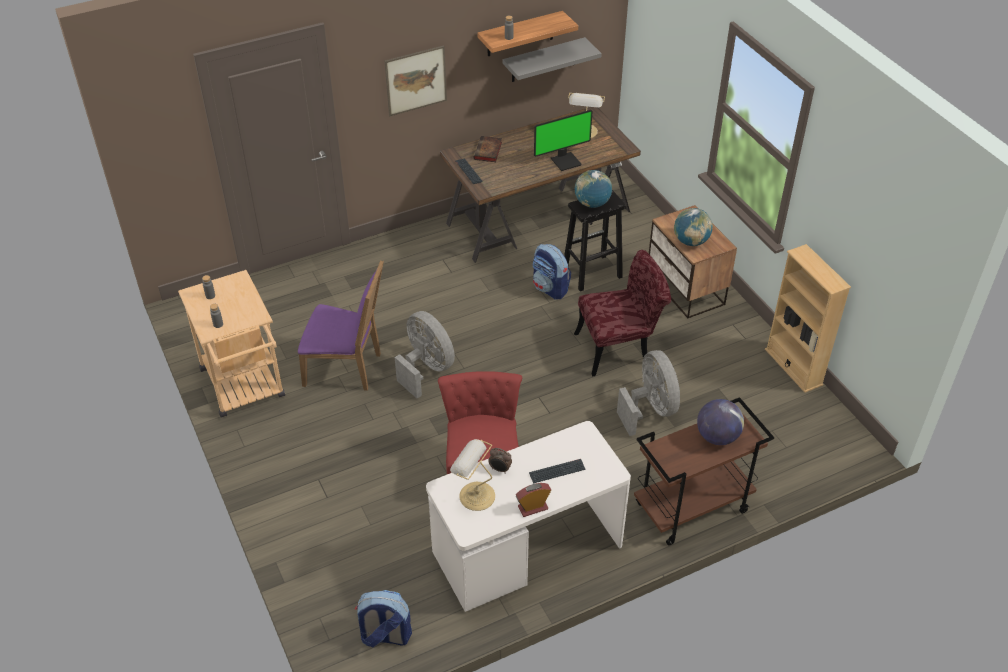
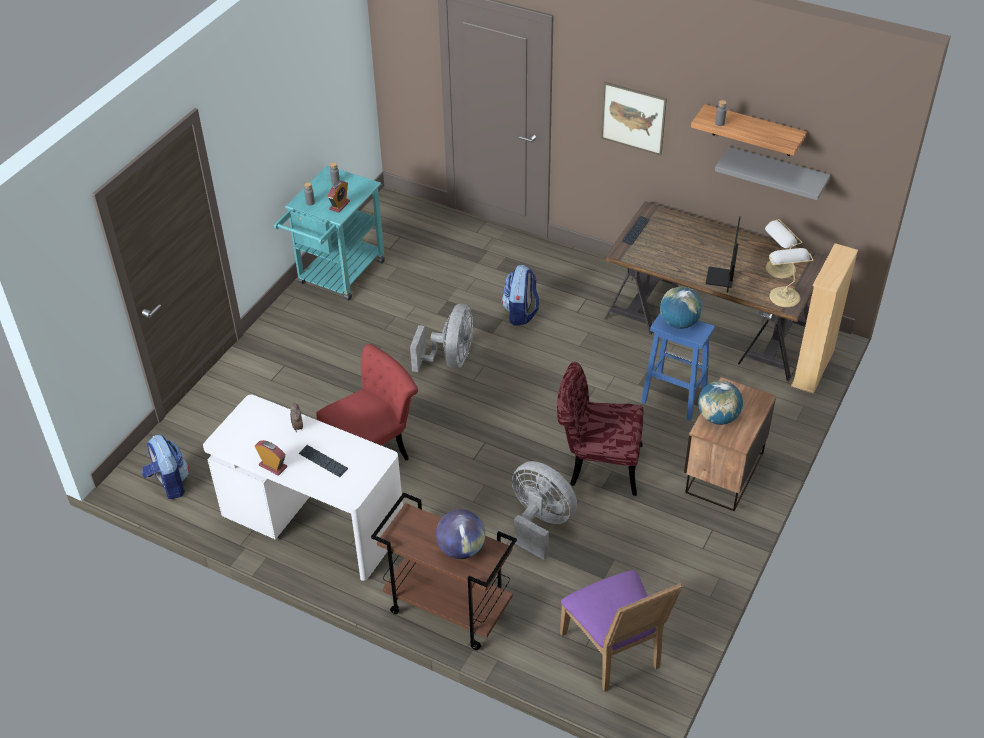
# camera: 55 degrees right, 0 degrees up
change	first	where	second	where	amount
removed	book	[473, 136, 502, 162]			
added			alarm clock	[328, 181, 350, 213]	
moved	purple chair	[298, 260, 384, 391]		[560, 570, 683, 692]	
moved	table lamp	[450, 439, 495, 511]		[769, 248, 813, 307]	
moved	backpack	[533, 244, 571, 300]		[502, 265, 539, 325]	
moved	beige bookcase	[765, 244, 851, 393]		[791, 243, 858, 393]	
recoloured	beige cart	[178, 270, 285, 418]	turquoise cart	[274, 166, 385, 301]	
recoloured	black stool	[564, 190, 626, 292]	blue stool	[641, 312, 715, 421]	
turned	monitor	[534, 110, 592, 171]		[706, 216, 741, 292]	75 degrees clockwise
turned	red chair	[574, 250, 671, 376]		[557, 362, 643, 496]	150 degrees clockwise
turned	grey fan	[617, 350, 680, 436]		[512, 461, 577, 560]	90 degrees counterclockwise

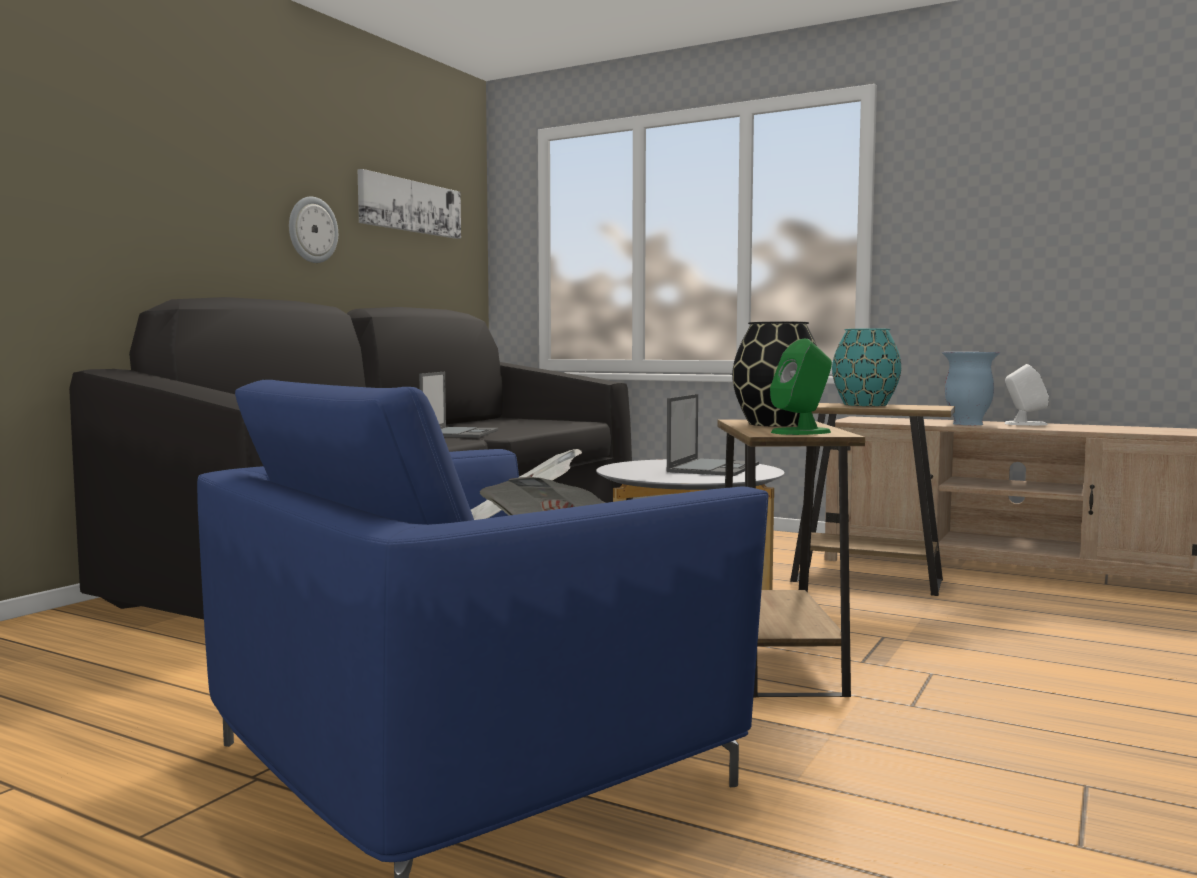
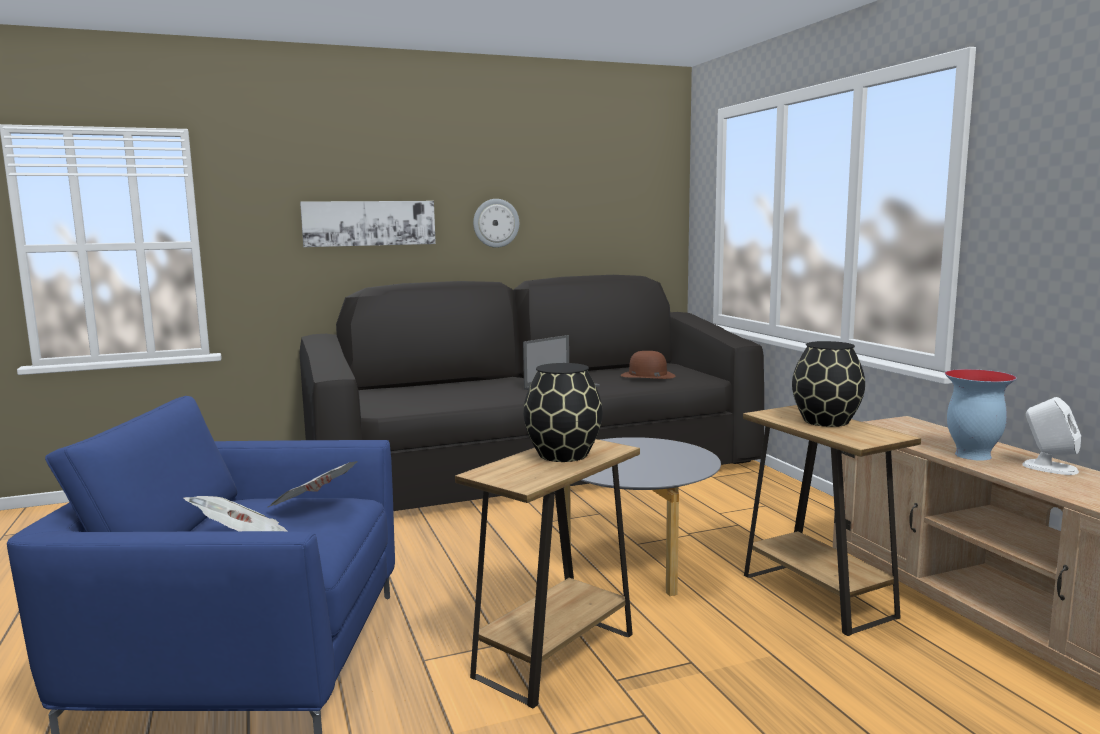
# camera: 40 degrees right, 5 degrees up
change	first	where	second	where	amount
removed	laptop	[667, 394, 759, 476]			
removed	green speaker	[770, 339, 832, 435]			
added			brown hat	[621, 351, 675, 379]	
moved	picture	[358, 169, 461, 239]		[300, 201, 436, 247]	
recoloured	turquoise vase	[832, 329, 901, 406]	black vase	[792, 341, 865, 427]	

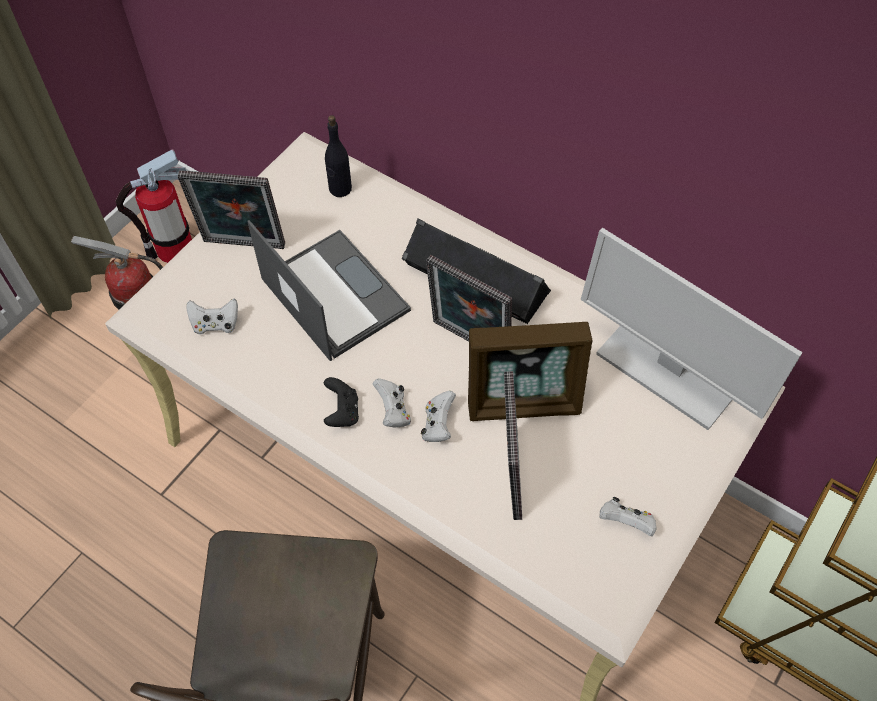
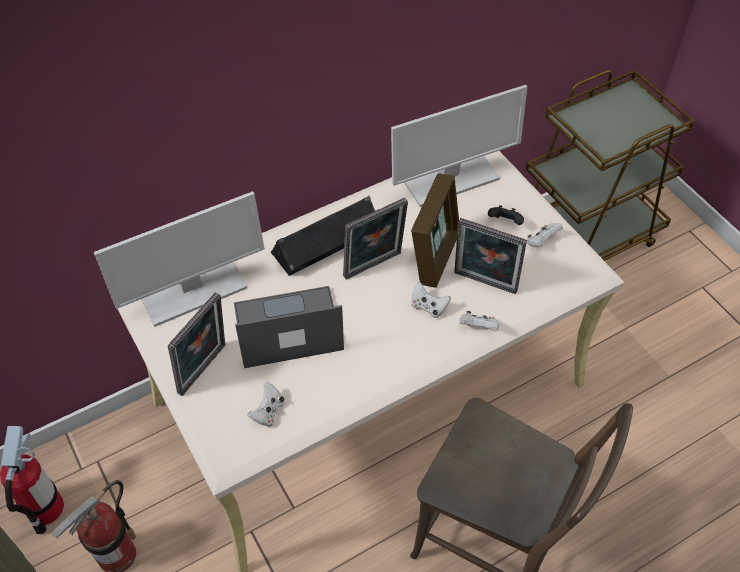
# camera: 65 degrees left, 5 degrees down
change	first	where	second	where	amount
moved	black game controller	[324, 377, 359, 427]		[488, 205, 524, 225]	
moved	white game controller	[373, 378, 411, 428]		[459, 311, 500, 330]	
replaced	black bottle	[325, 115, 352, 197]	monitor	[94, 191, 265, 327]	

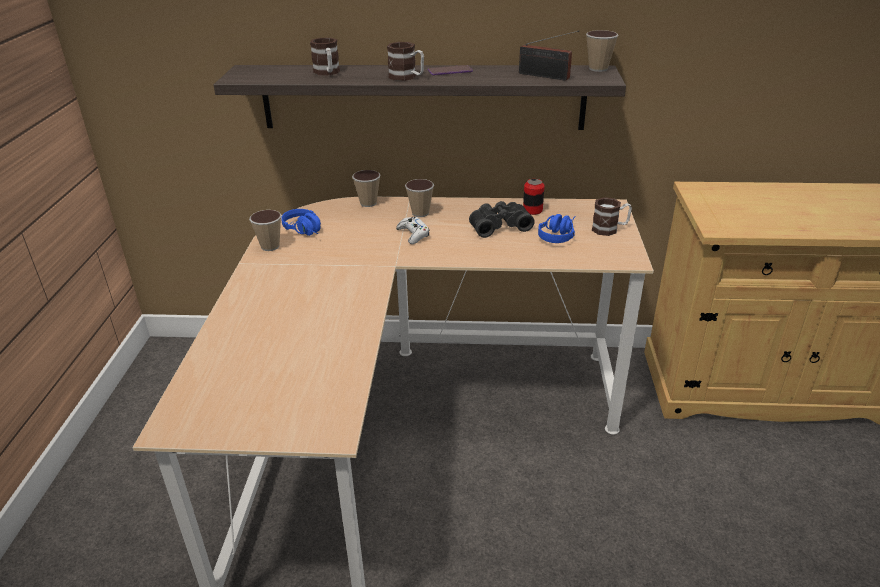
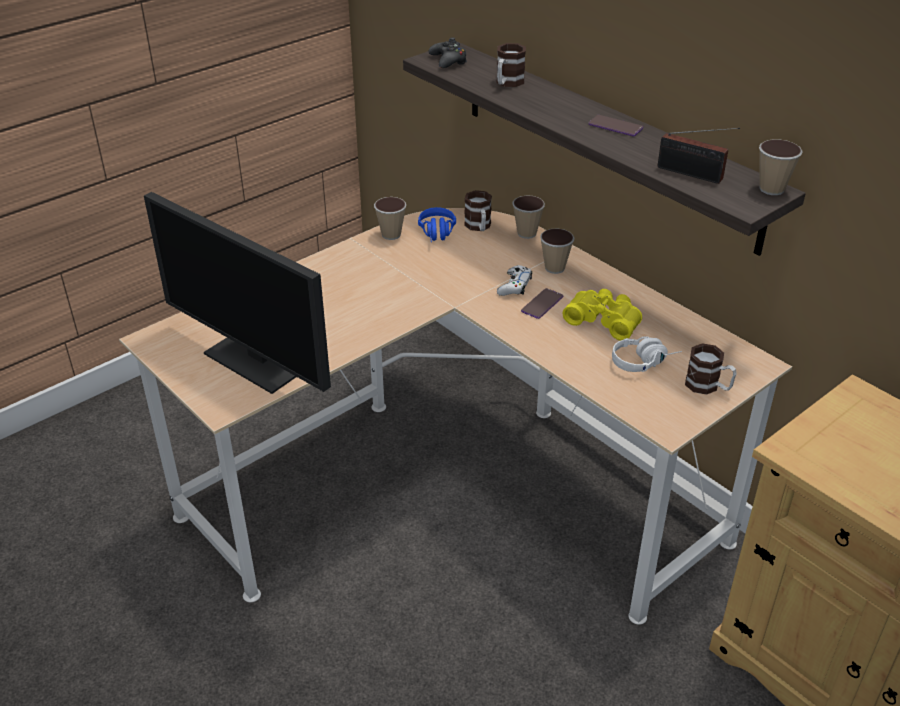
# camera: 45 degrees right, 5 degrees up
change	first	where	second	where	amount
removed	can	[523, 179, 545, 215]			
added			monitor	[144, 192, 331, 394]	
added			black game controller	[429, 37, 467, 68]	
added			phone	[521, 288, 563, 319]	
moved	mug	[387, 42, 424, 81]		[464, 190, 492, 231]	
recoloured	black binoculars	[469, 201, 535, 238]	yellow binoculars	[563, 289, 642, 341]	
recoloured	blue headphones	[538, 214, 575, 243]	white headphones	[612, 336, 682, 372]	
turned	radio	[519, 30, 579, 81]		[657, 128, 740, 184]	45 degrees counterclockwise

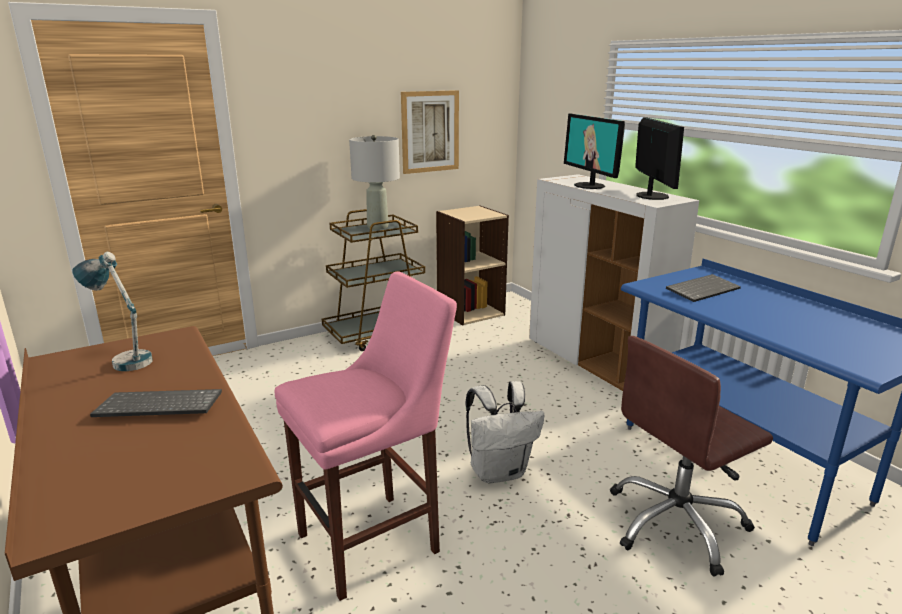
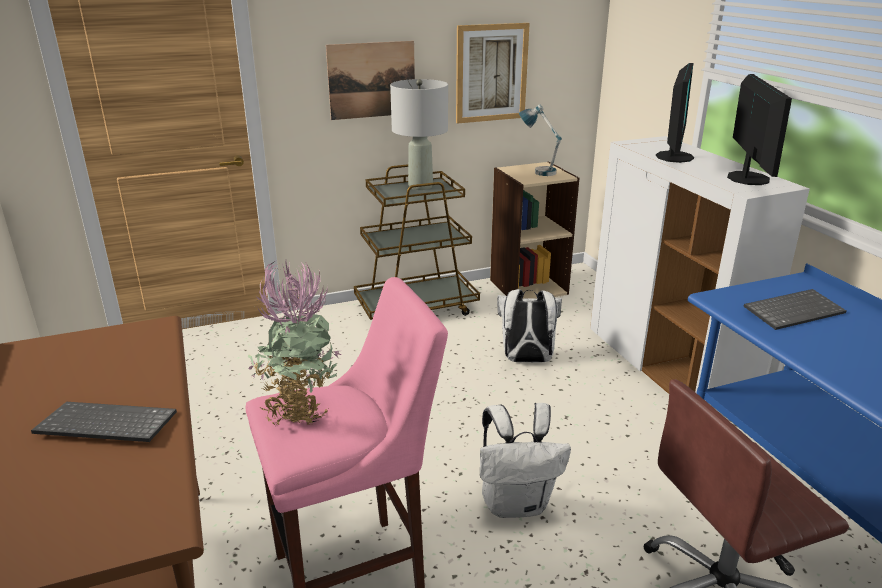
# camera: 10 degrees right, 5 degrees up
change	first	where	second	where	amount
added			potted plant	[248, 260, 341, 425]	
added			picture	[326, 41, 415, 120]	
added			white backpack	[497, 289, 562, 362]	
moved	table lamp	[72, 252, 152, 371]		[519, 104, 562, 176]	
turned	monitor	[564, 114, 625, 189]		[656, 63, 694, 163]	150 degrees counterclockwise

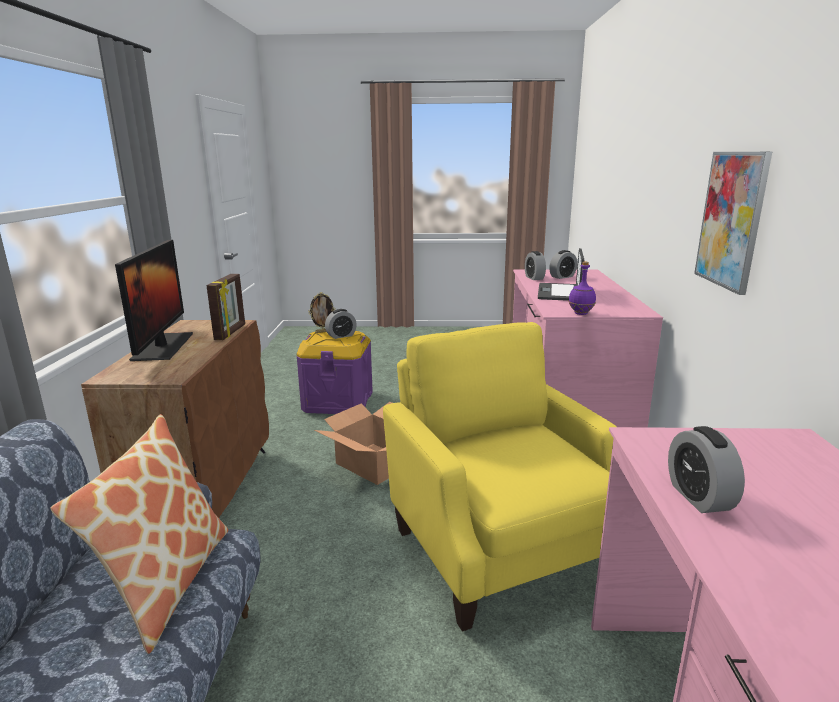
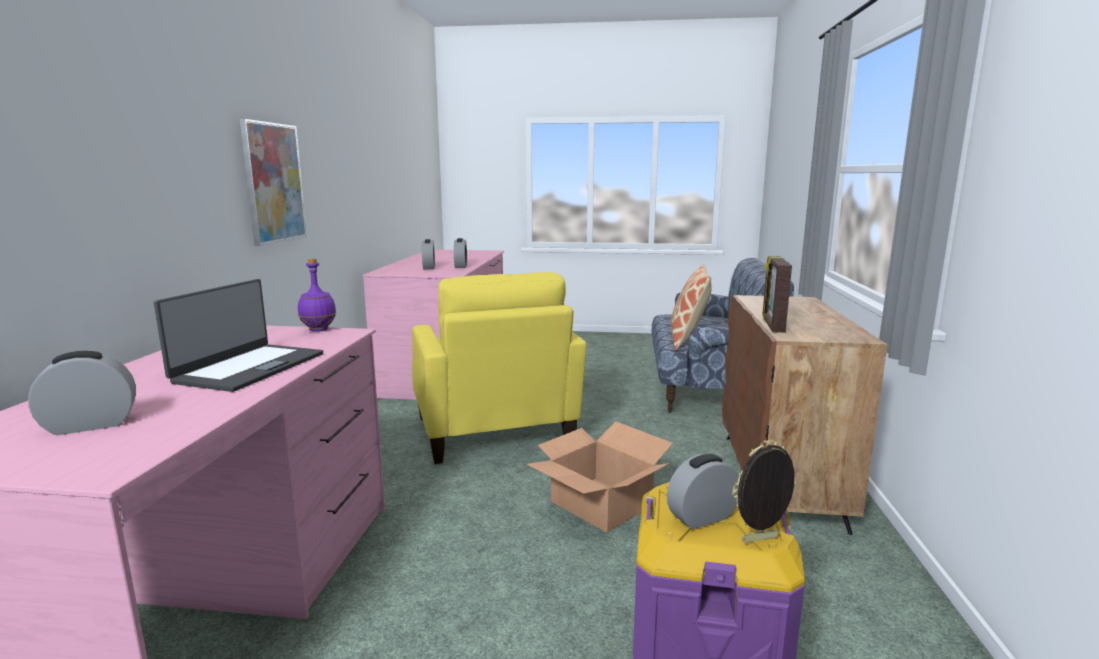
# camera: 175 degrees left, 5 degrees down
change	first	where	second	where	amount
removed	monitor	[115, 240, 193, 361]			
moved	alarm clock	[525, 251, 546, 280]		[422, 239, 435, 270]	

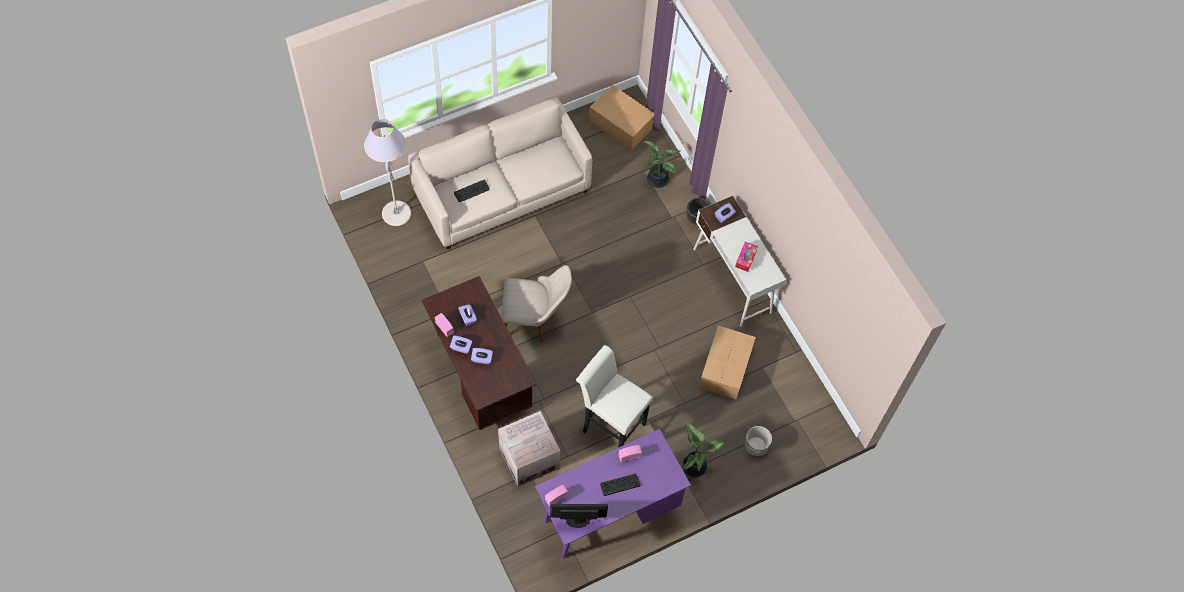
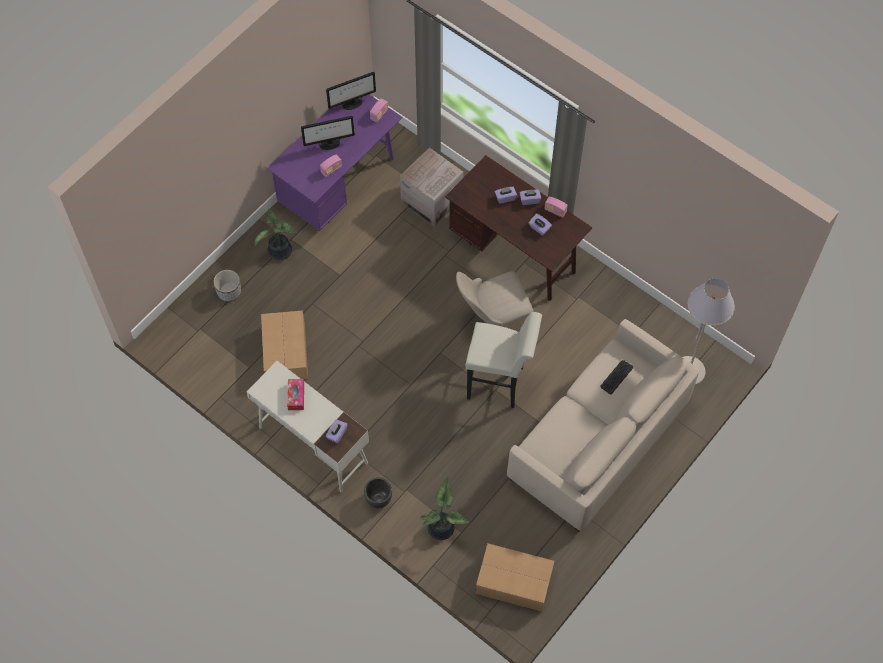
# camera: 160 degrees right, 0 degrees up
change	first	where	second	where	amount
moved	white stool	[576, 345, 653, 448]		[465, 312, 542, 408]	
replaced	keyboard	[600, 474, 641, 496]	monitor	[301, 116, 355, 150]	

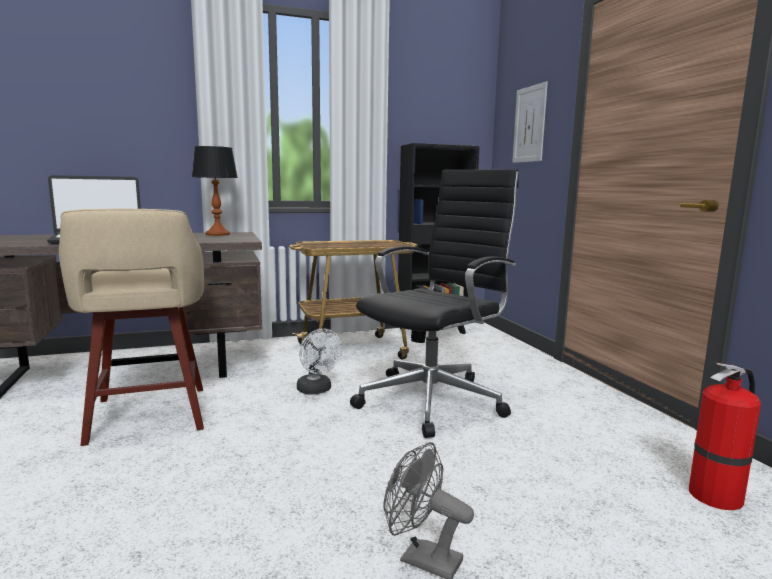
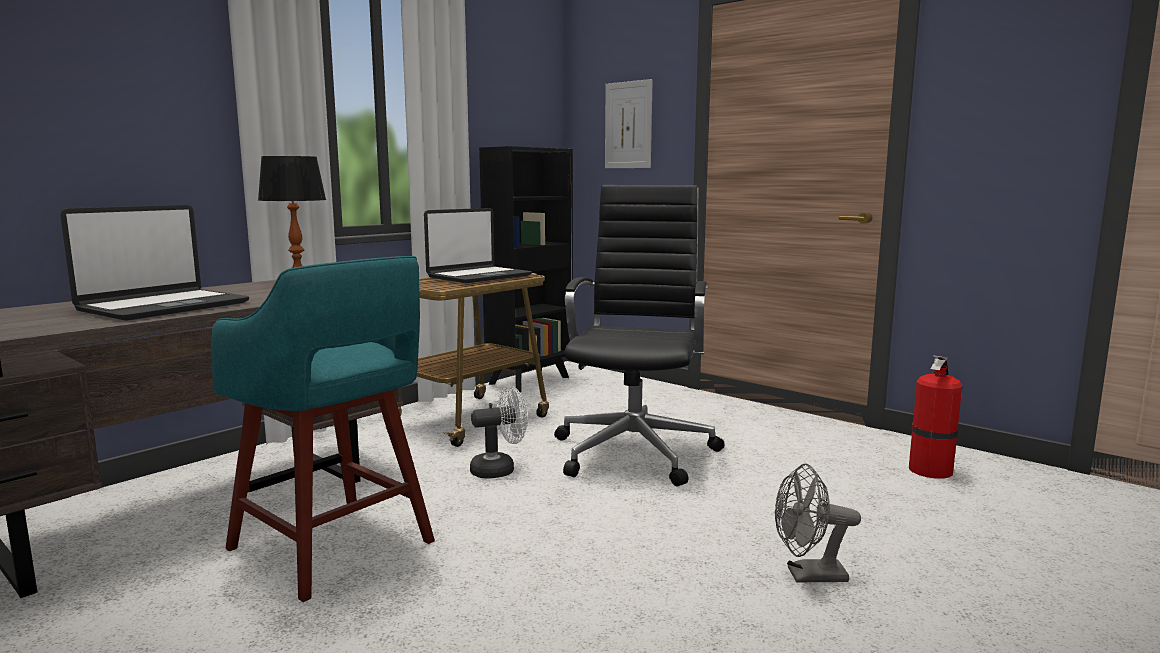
# camera: 30 degrees left, 0 degrees up
change	first	where	second	where	amount
added			laptop	[424, 208, 532, 283]	
recoloured	beige stool	[59, 209, 204, 446]	turquoise stool	[211, 256, 435, 602]	
turned	white fan	[297, 329, 342, 394]		[470, 386, 528, 479]	45 degrees counterclockwise

